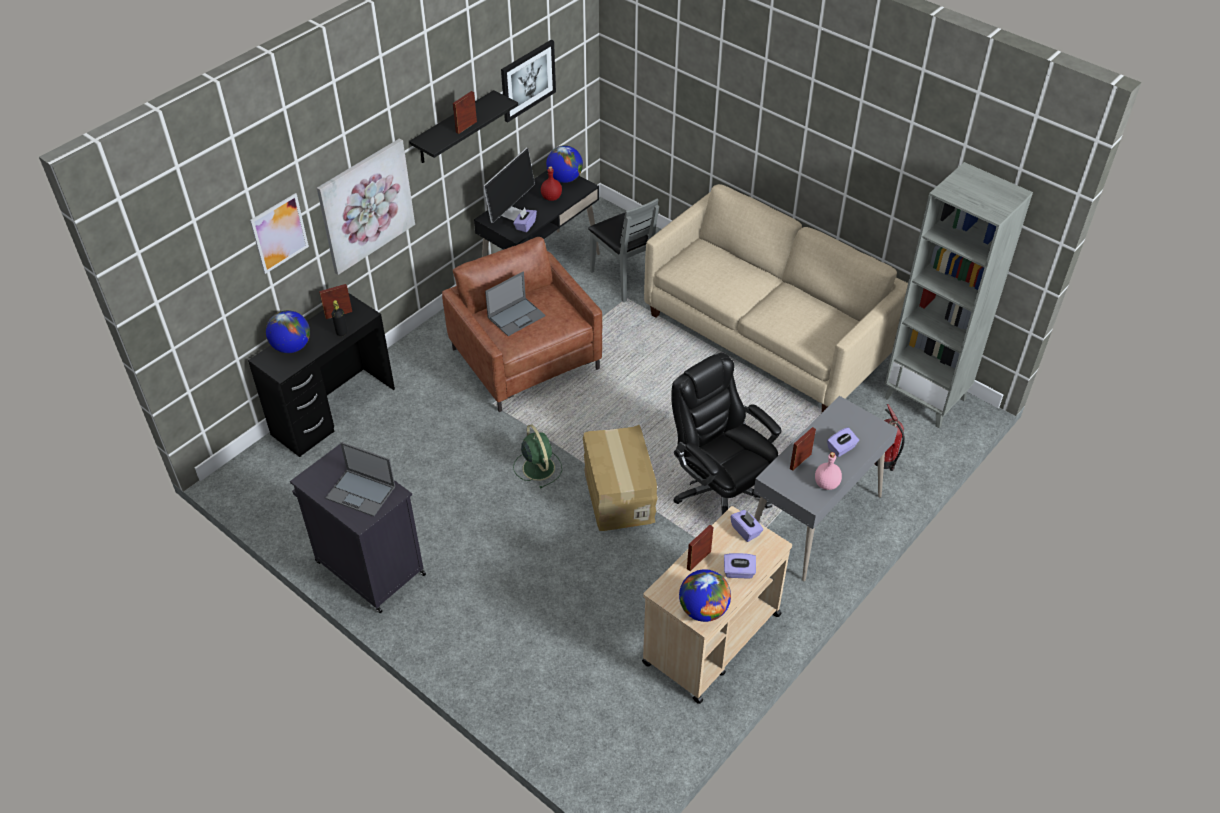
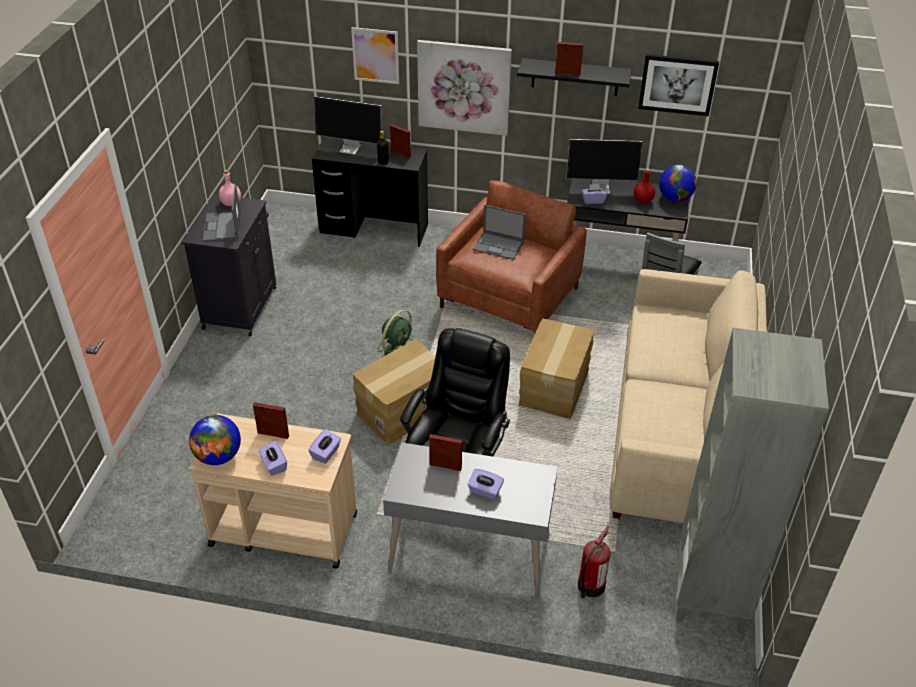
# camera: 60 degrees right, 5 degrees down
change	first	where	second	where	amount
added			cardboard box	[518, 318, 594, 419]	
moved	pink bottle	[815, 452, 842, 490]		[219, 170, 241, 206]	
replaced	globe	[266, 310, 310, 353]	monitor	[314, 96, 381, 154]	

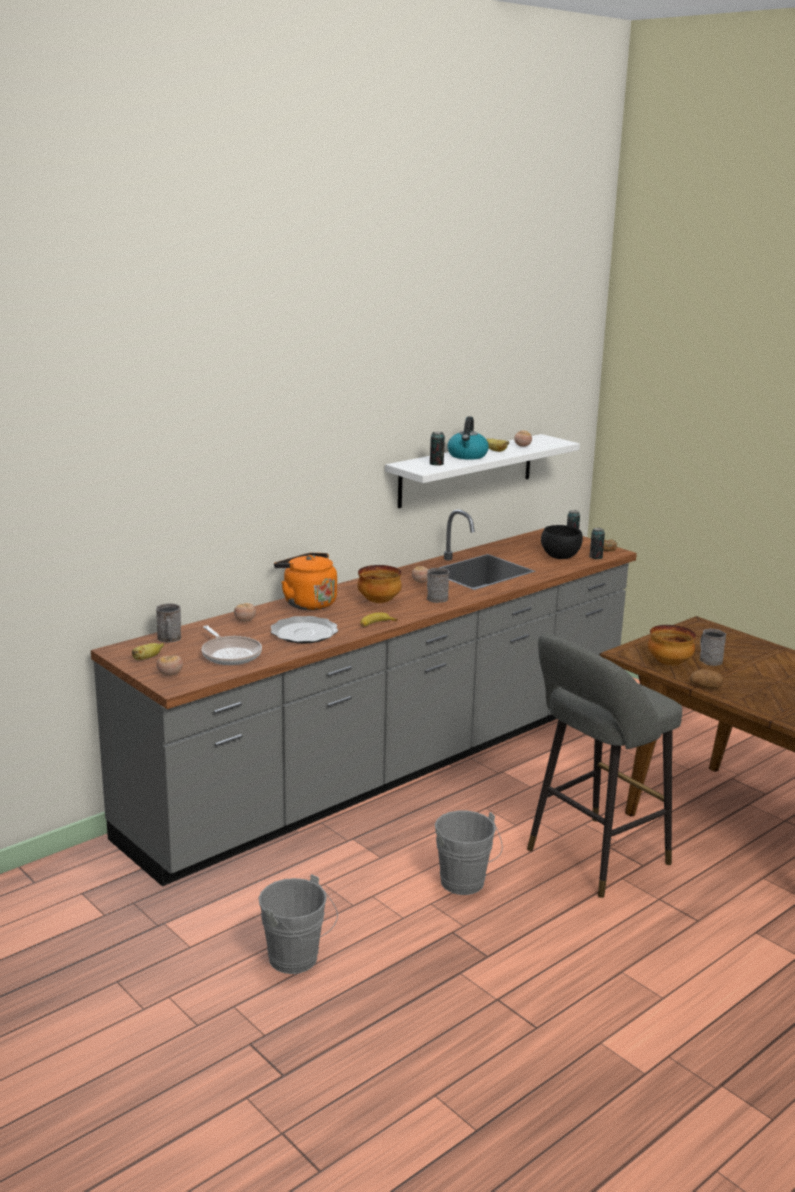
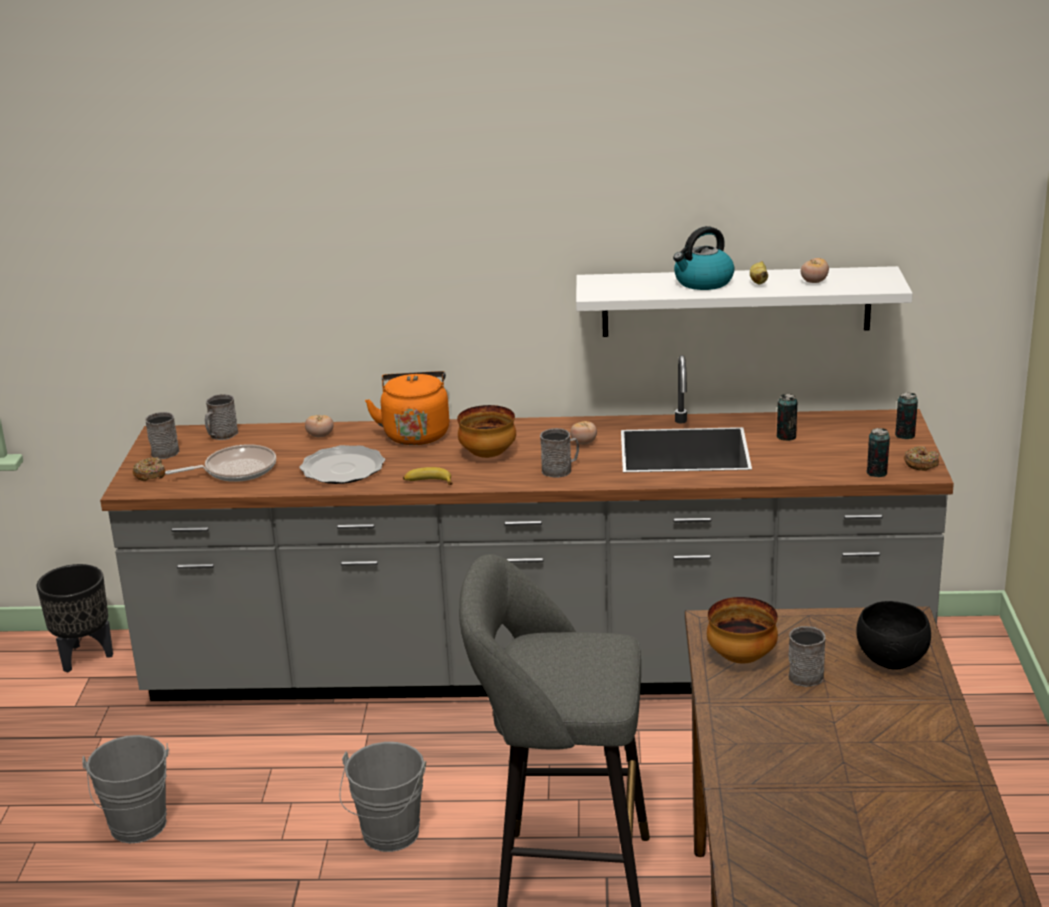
# camera: 45 degrees right, 5 degrees up
change	first	where	second	where	amount
removed	potato	[690, 669, 723, 689]			
added			black planter	[37, 564, 113, 673]	
moved	can	[430, 432, 445, 466]		[776, 394, 797, 441]	
moved	black bowl	[541, 525, 583, 559]		[856, 601, 931, 670]	
replaced	banana	[132, 643, 164, 660]	grey mug	[145, 412, 179, 459]	
replaced	tomato	[156, 655, 183, 676]	donut	[133, 457, 166, 481]	
turned	frying pan	[201, 626, 262, 665]		[165, 444, 276, 482]	120 degrees counterclockwise

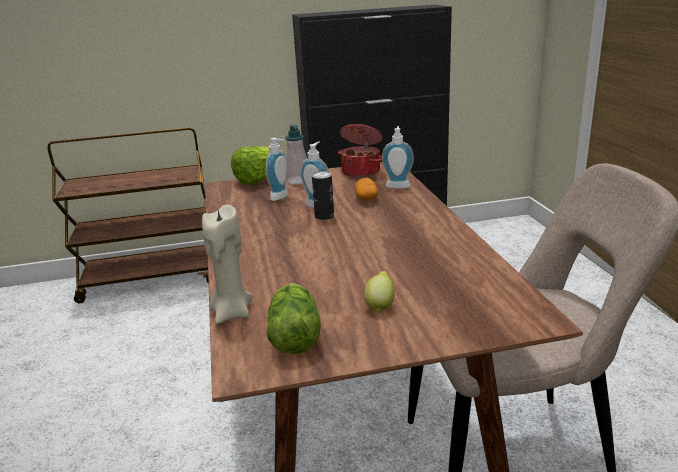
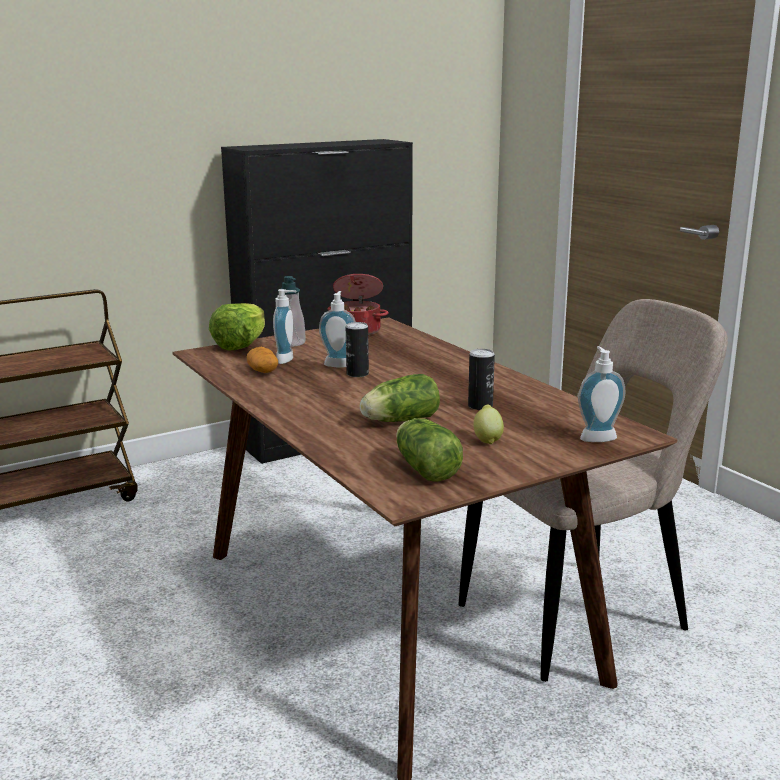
# camera: 20 degrees left, 5 degrees down
change	first	where	second	where	amount
removed	beige candle	[202, 205, 253, 324]			
added			lettuce	[360, 374, 440, 422]	
added			can	[468, 349, 495, 410]	
moved	potato	[355, 178, 378, 201]		[247, 347, 278, 373]	
moved	soap dispenser	[382, 126, 414, 189]		[578, 346, 626, 442]	

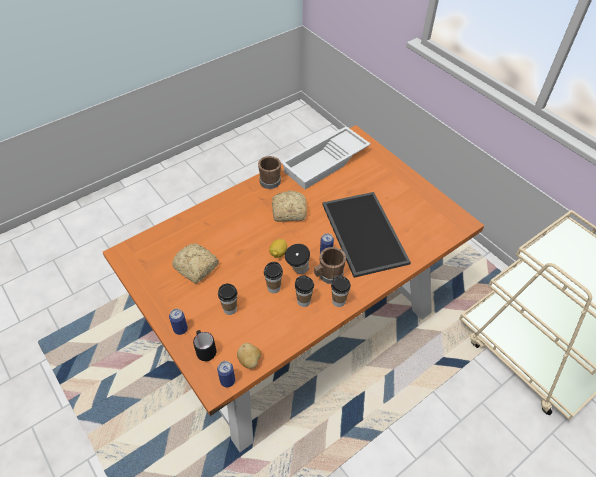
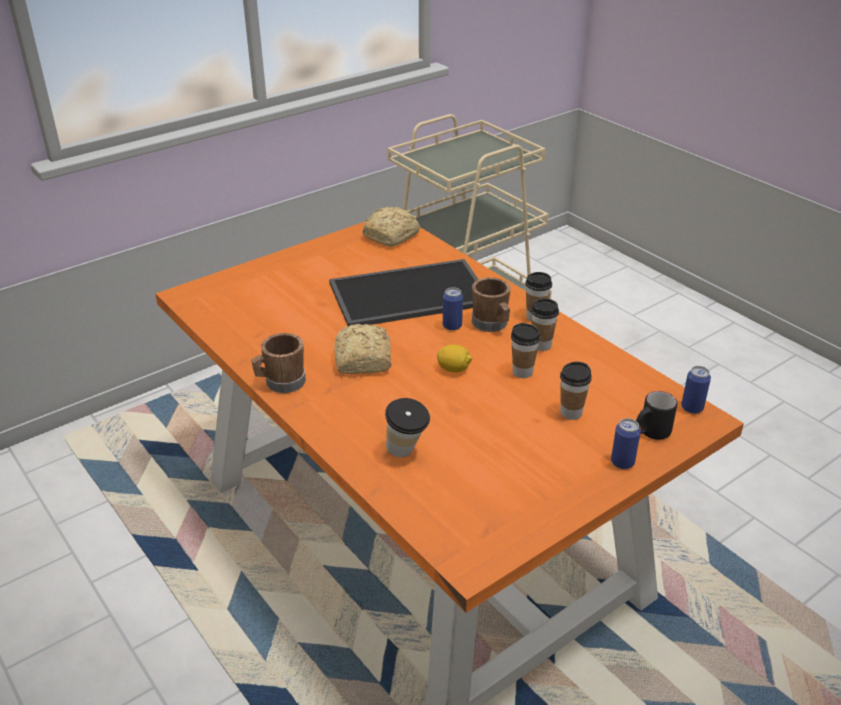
# camera: 90 degrees left, 15 degrees down
change	first	where	second	where	amount
removed	potato	[237, 343, 261, 369]			
removed	white tray	[281, 126, 371, 189]			
moved	bread	[172, 243, 219, 283]		[362, 207, 420, 247]	
moved	cup	[285, 244, 310, 274]		[385, 398, 430, 457]	

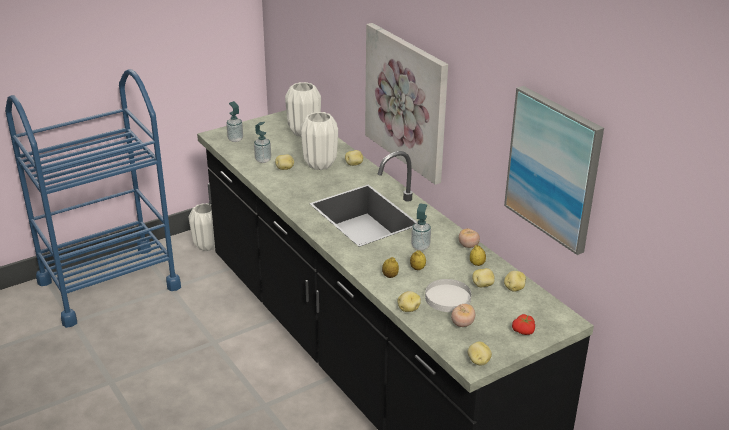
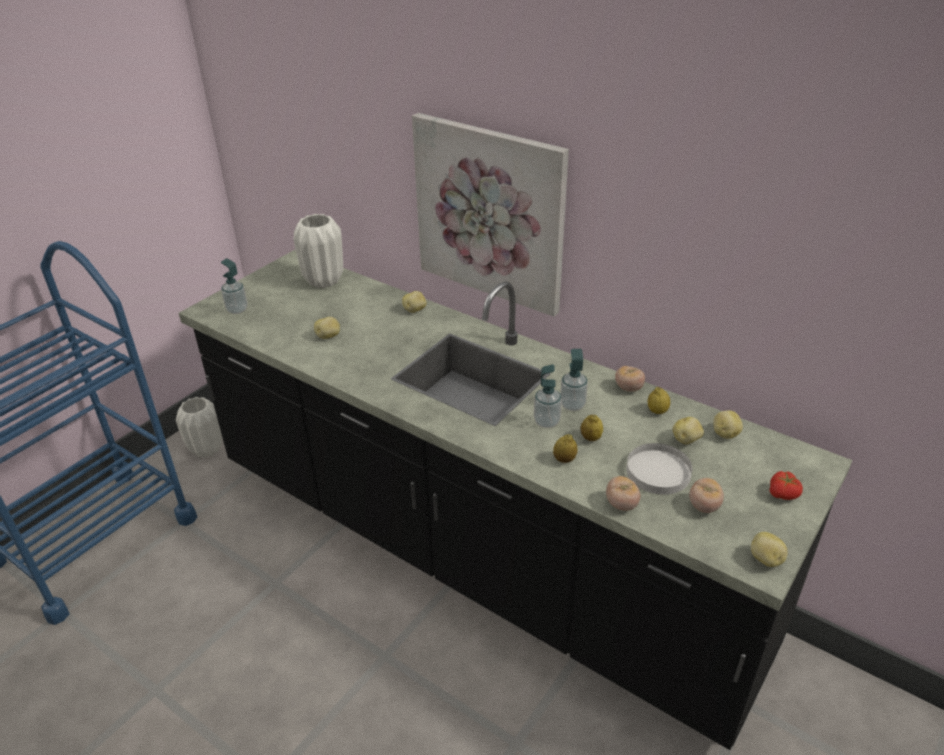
# camera: 20 degrees left, 5 degrees up
change	first	where	second	where	amount
removed	white vase	[301, 112, 338, 170]			
removed	picture	[504, 86, 604, 255]			
moved	soap dispenser	[254, 122, 271, 163]		[534, 365, 562, 428]	
replaced	potato	[398, 291, 421, 312]	tomato	[606, 476, 641, 511]	

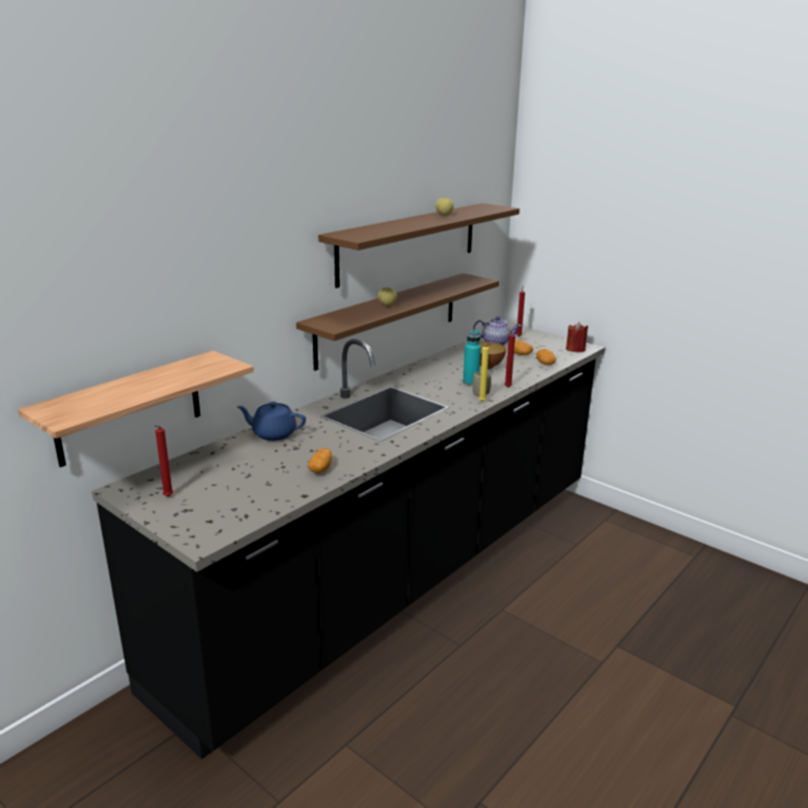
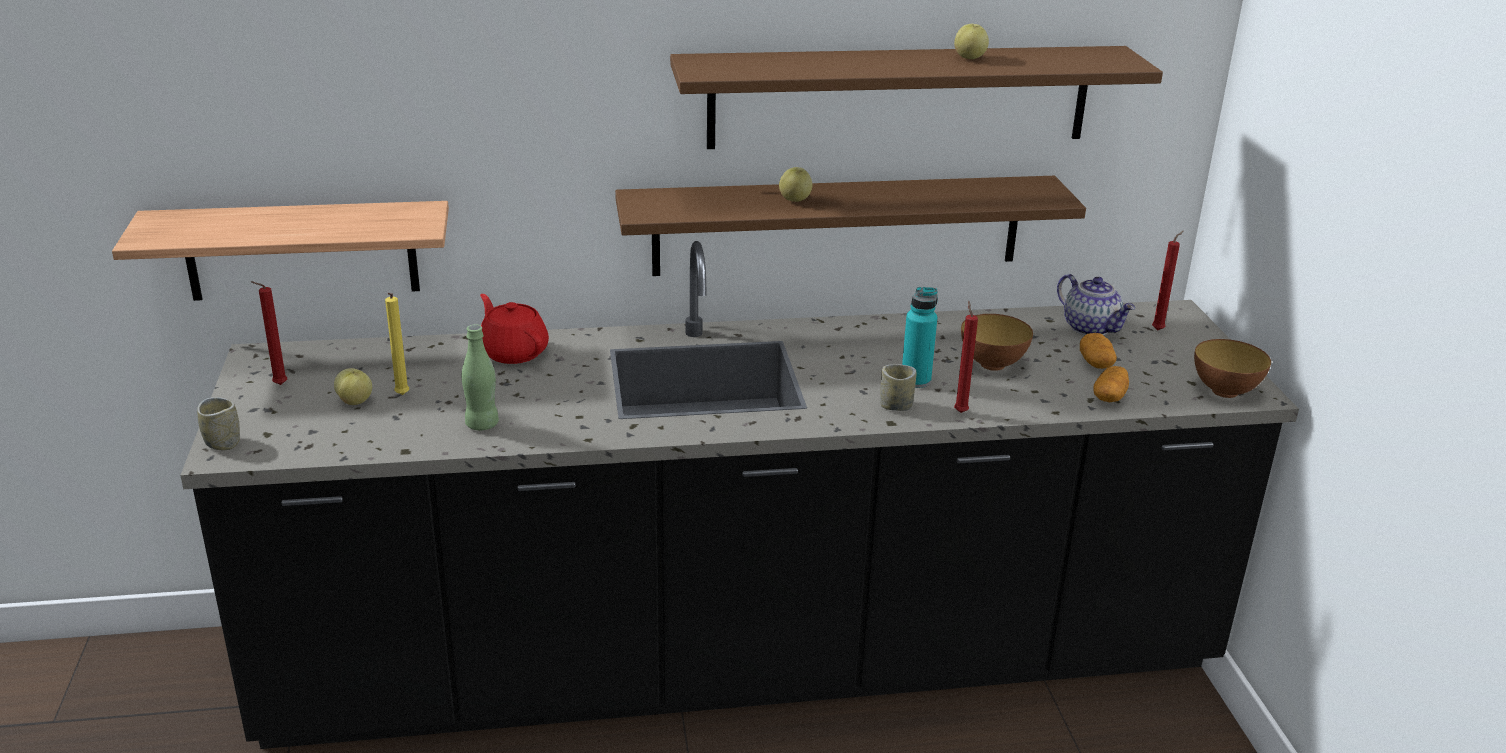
# camera: 40 degrees right, 5 degrees up
change	first	where	second	where	amount
added			cup	[197, 397, 240, 450]	
added			apple	[334, 368, 372, 405]	
moved	yellow candle	[479, 343, 491, 402]		[385, 293, 409, 395]	
replaced	potato	[308, 448, 332, 473]	green bottle	[462, 324, 499, 431]	
replaced	red candle	[566, 322, 588, 352]	bowl	[1194, 339, 1271, 398]	
recoloured	blue teapot	[237, 402, 306, 441]	red teapot	[480, 294, 549, 364]	

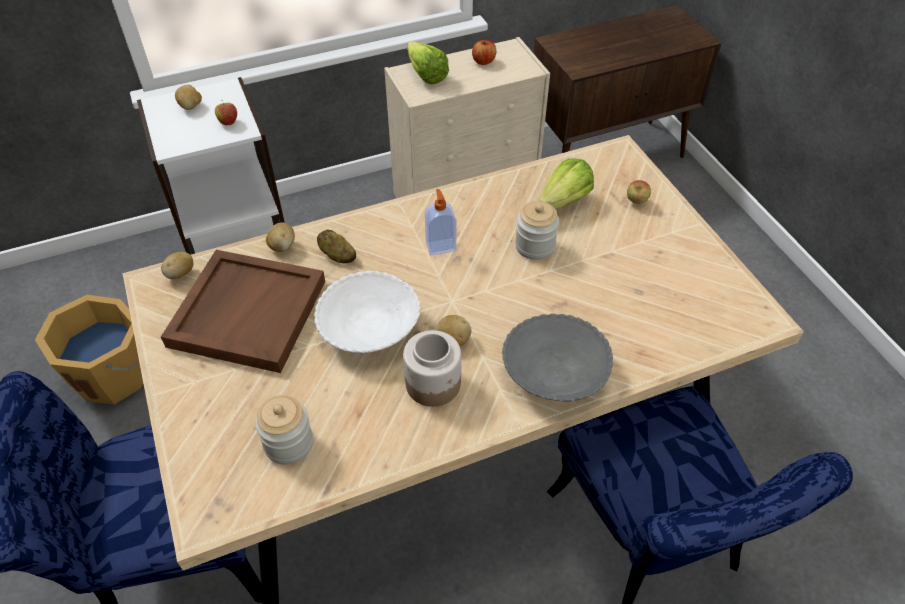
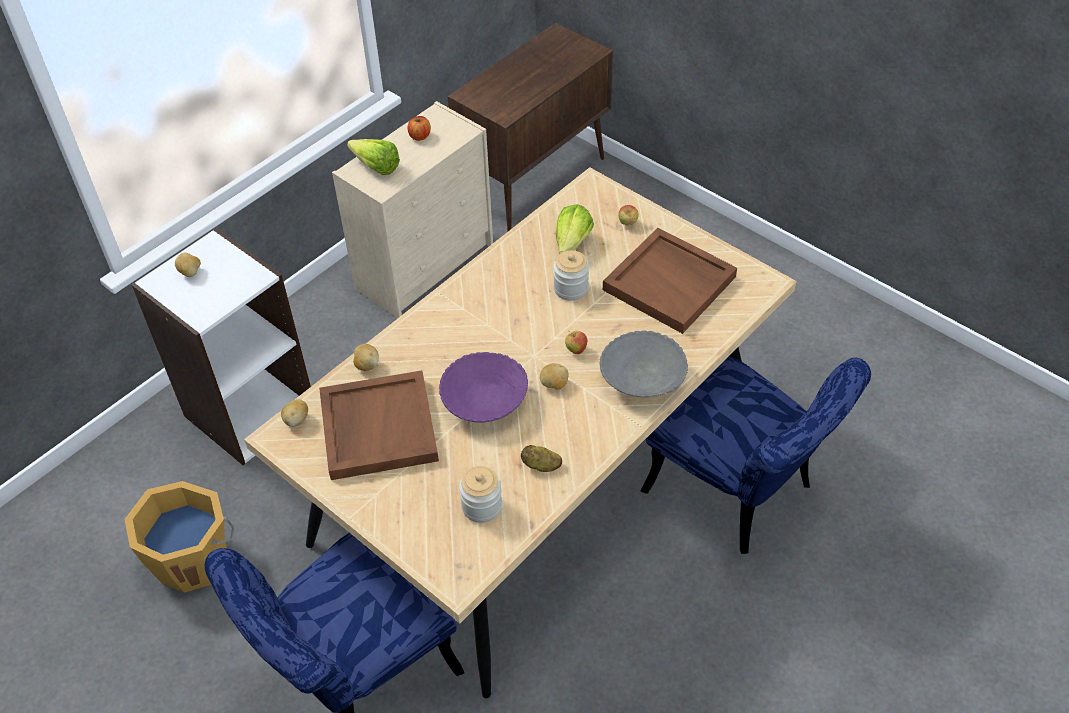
# camera: 25 degrees left, 0 degrees up
change	first	where	second	where	amount
removed	jar	[403, 330, 461, 407]			
removed	soap dispenser	[425, 189, 456, 255]			
added			brown tray	[603, 228, 737, 334]	
moved	apple	[215, 102, 237, 126]		[565, 331, 587, 354]	
moved	potato	[317, 230, 356, 263]		[521, 445, 562, 472]	
recoloured	white bowl	[314, 271, 420, 353]	purple bowl	[439, 352, 528, 423]	

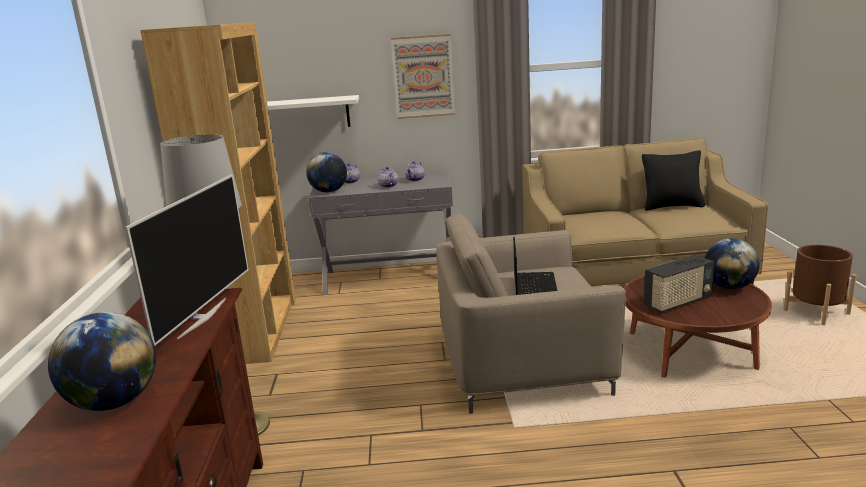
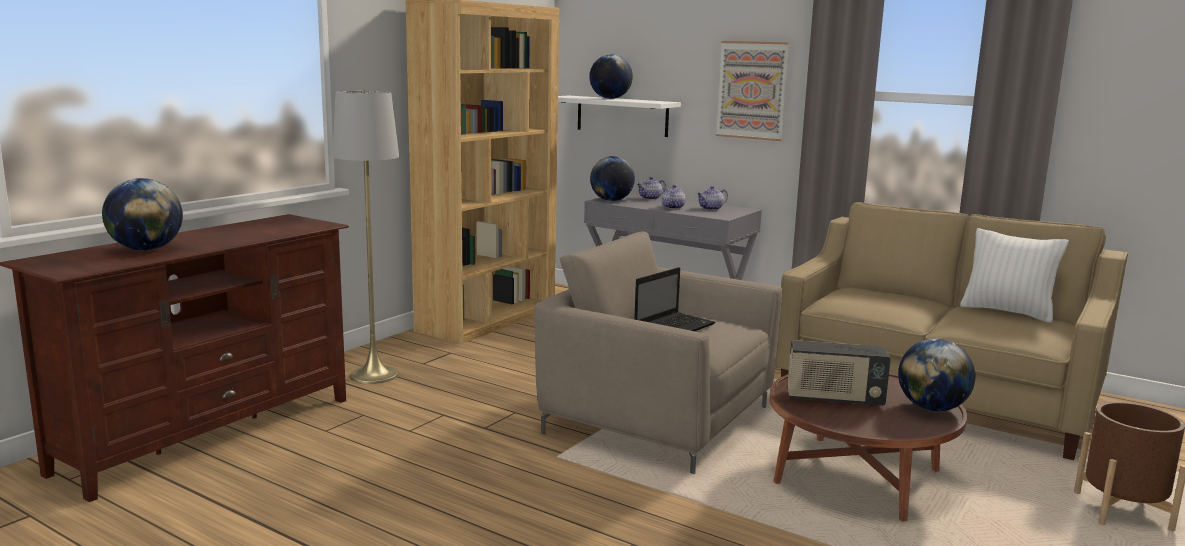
# camera: 35 degrees right, 5 degrees down
change	first	where	second	where	amount
removed	television	[125, 174, 249, 346]			
added			globe	[589, 54, 633, 99]	
recoloured	black pillow	[642, 150, 705, 211]	white pillow	[960, 228, 1068, 323]	

